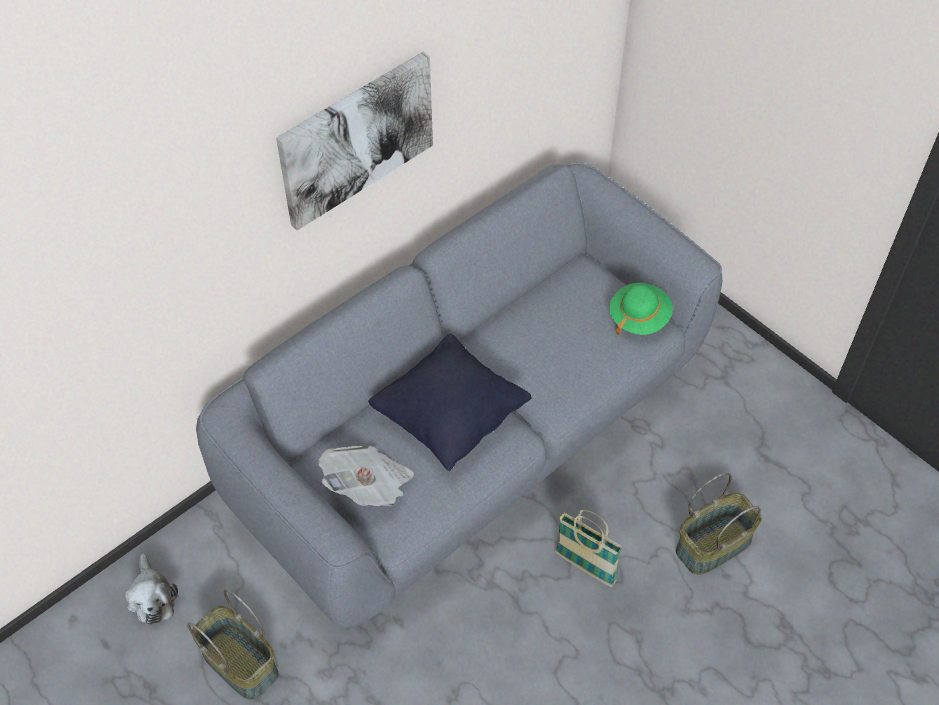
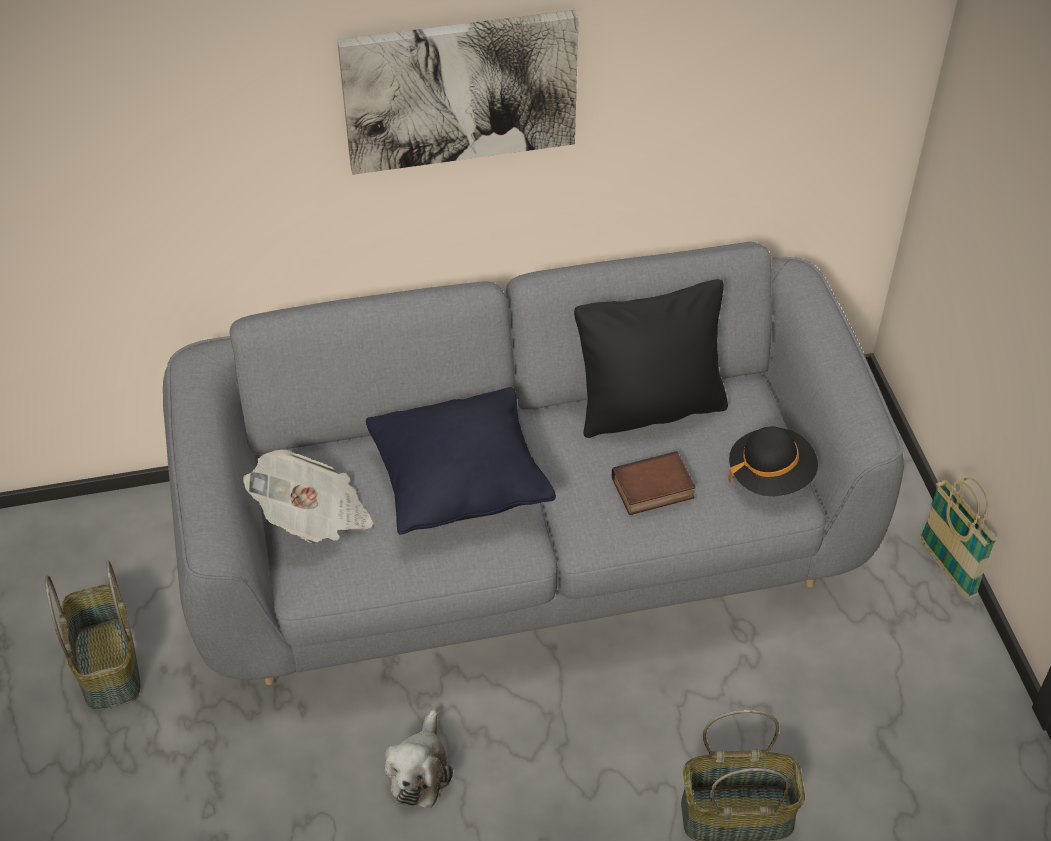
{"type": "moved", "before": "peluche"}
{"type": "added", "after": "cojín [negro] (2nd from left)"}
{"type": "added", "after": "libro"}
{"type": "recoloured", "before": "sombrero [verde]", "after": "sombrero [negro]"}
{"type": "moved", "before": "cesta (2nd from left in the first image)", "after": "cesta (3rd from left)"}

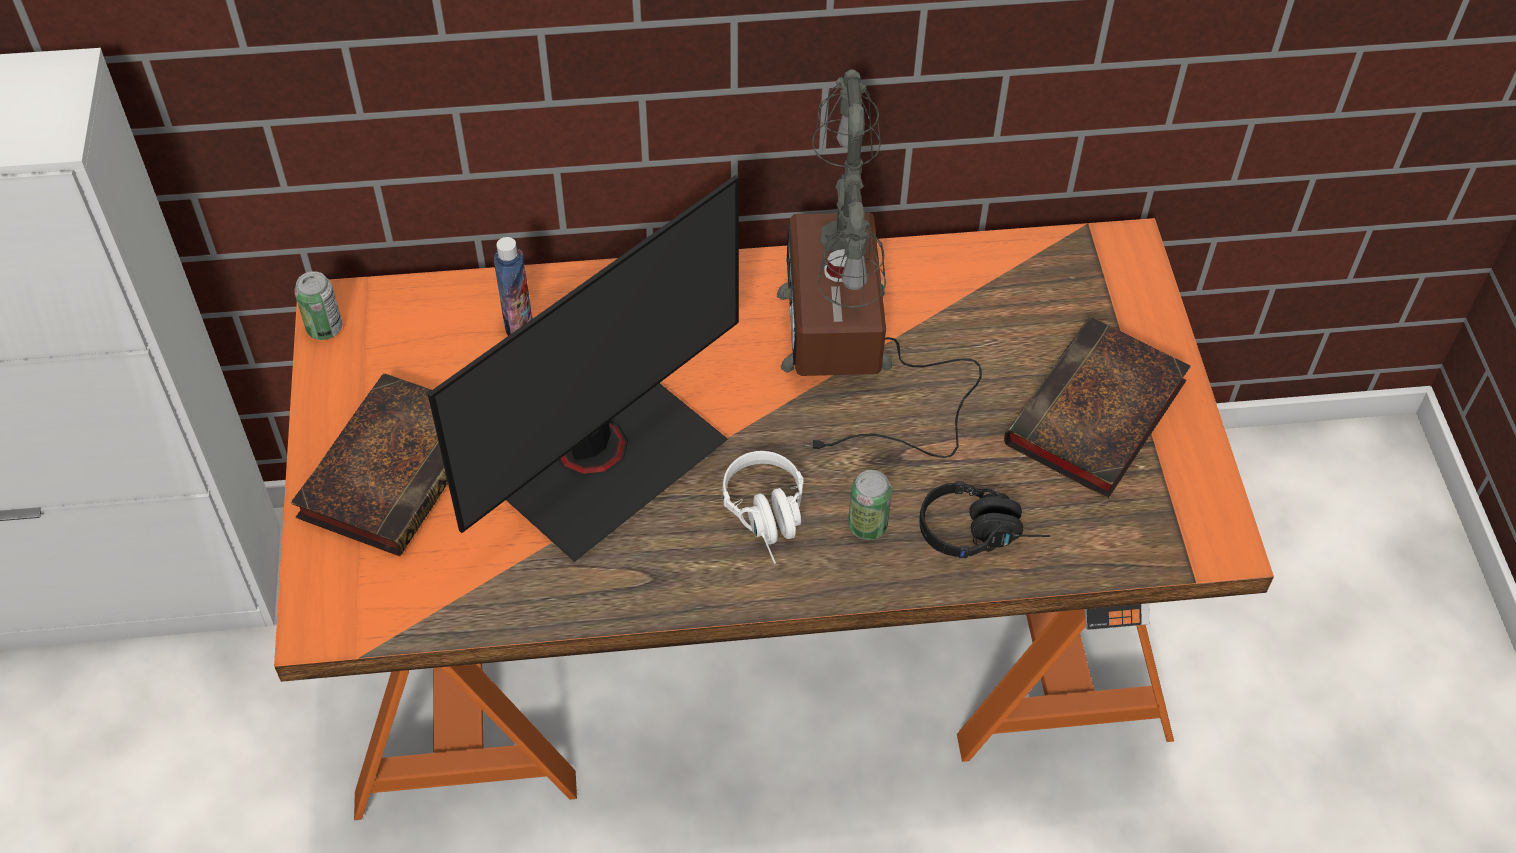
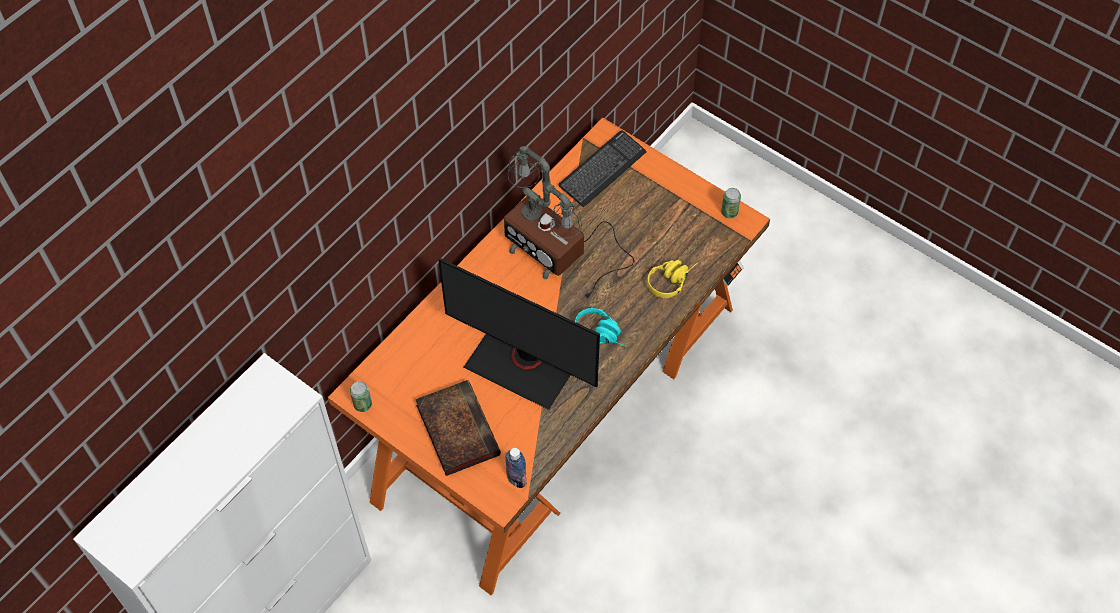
{"type": "turned", "before": "monitor", "turn": 120}
{"type": "moved", "before": "botella"}
{"type": "added", "after": "teclado"}
{"type": "recoloured", "before": "auriculares [blanco]", "after": "auriculares [turquesa]"}
{"type": "recoloured", "before": "auriculares [negro]", "after": "auriculares [amarillo]"}
{"type": "moved", "before": "lata (2nd from left)"}
{"type": "removed", "before": "libro (2nd from left)"}

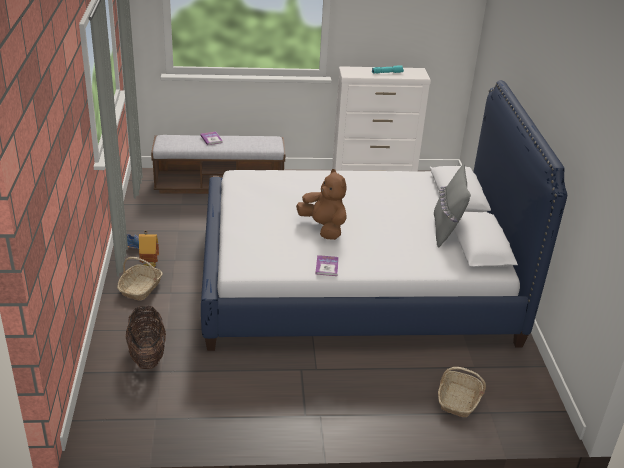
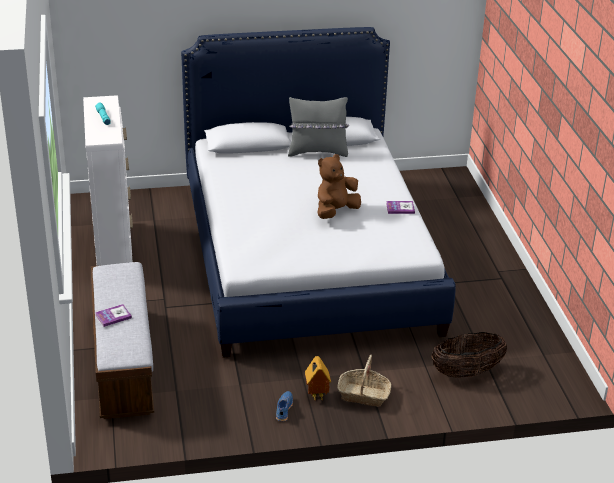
{"type": "removed", "before": "cesta (3rd from left)"}

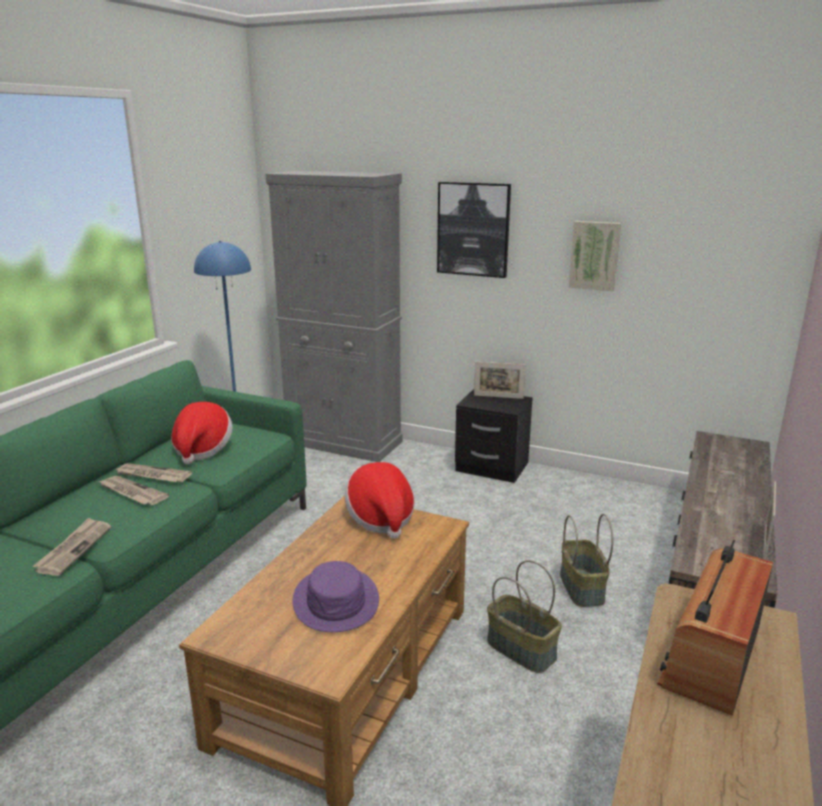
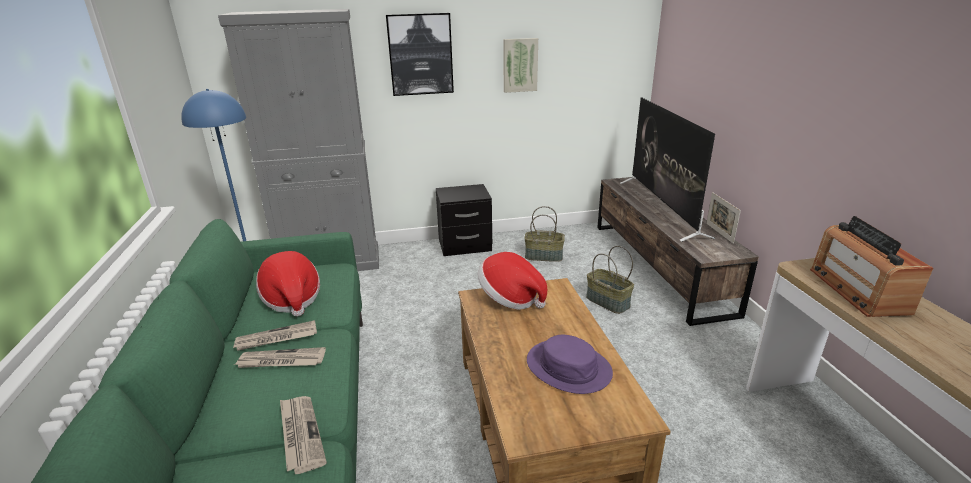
{"type": "moved", "before": "cesta (1st from left)"}
{"type": "added", "after": "televisor"}
{"type": "removed", "before": "portarretratos (1st from left)"}

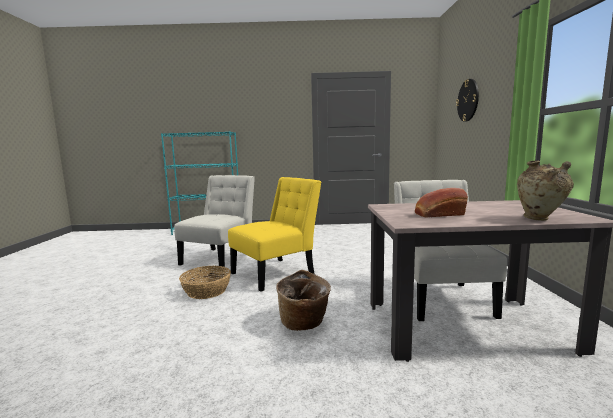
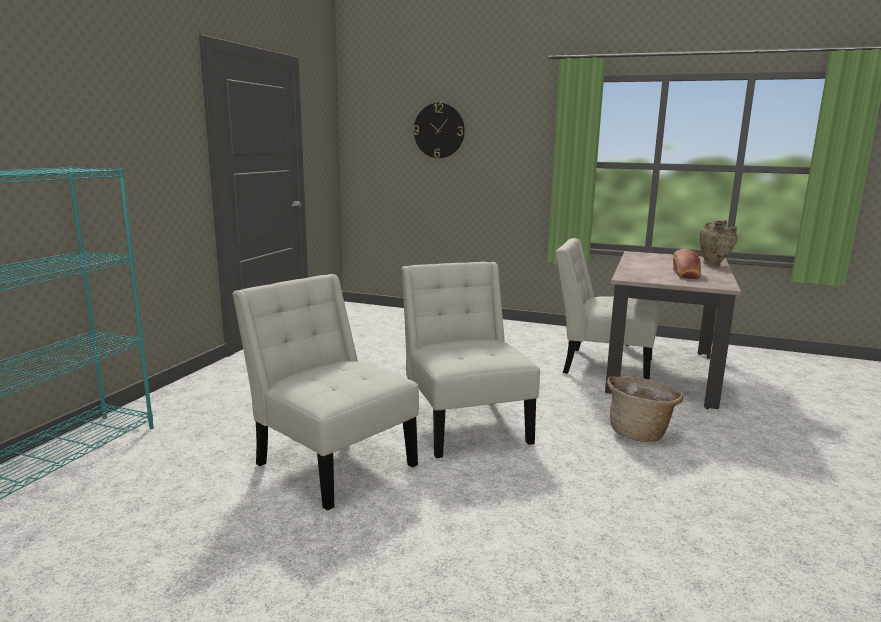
{"type": "recoloured", "before": "silla [amarillo]", "after": "silla [blanco] (2nd from left)"}
{"type": "removed", "before": "cesta (1st from left)"}

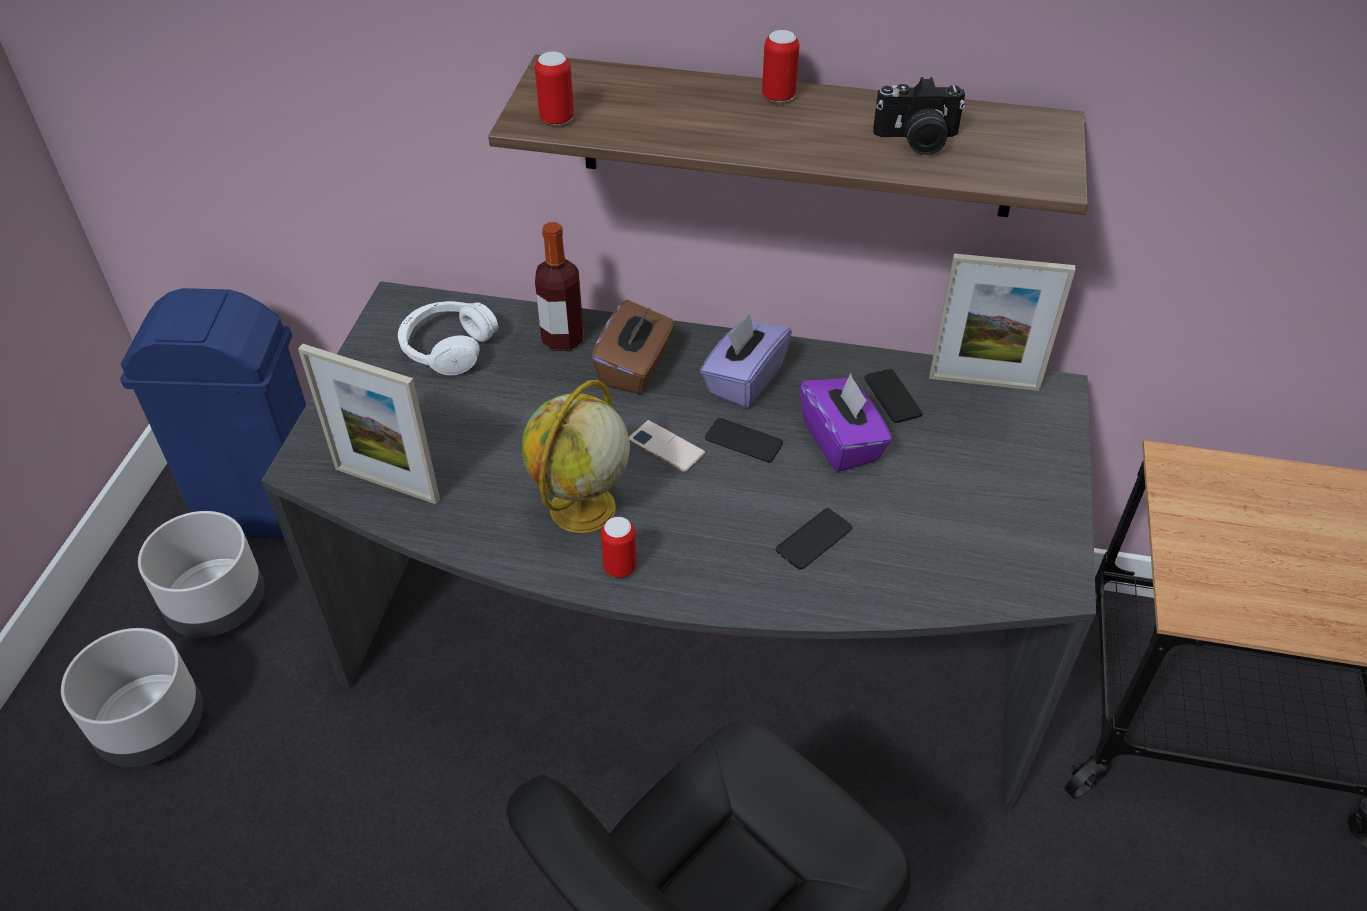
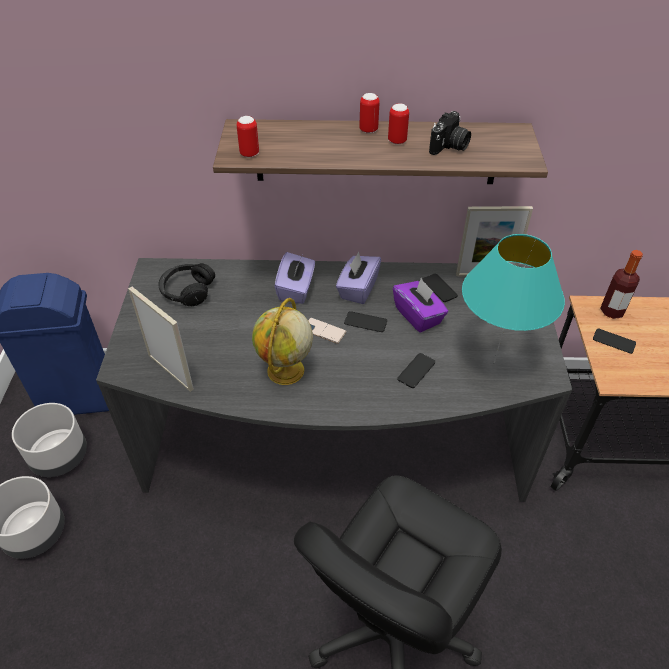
{"type": "turned", "before": "portarretratos (1st from left)", "turn": -150}
{"type": "recoloured", "before": "auriculares [blanco]", "after": "auriculares [negro]"}
{"type": "recoloured", "before": "caja de pañuelos [marrón]", "after": "caja de pañuelos [morado] (1st from left)"}
{"type": "moved", "before": "lata (2nd from left in the first image)", "after": "lata (3rd from left)"}
{"type": "turned", "before": "cámara", "turn": -45}
{"type": "added", "after": "lámpara de mesa [turquesa]"}
{"type": "added", "after": "móvil (5th from left)"}
{"type": "moved", "before": "botella"}

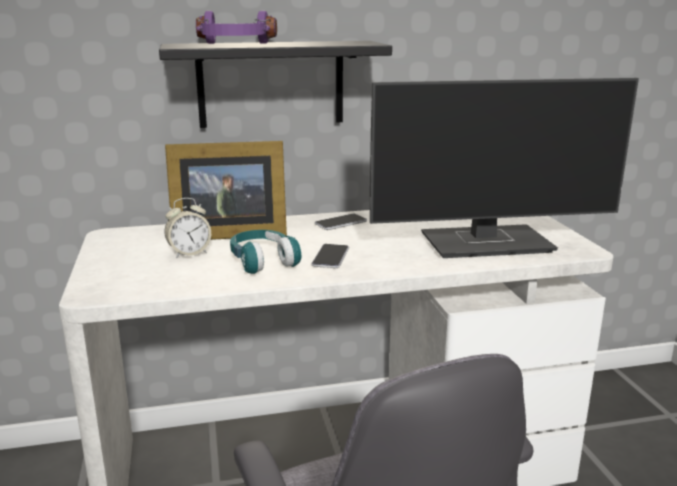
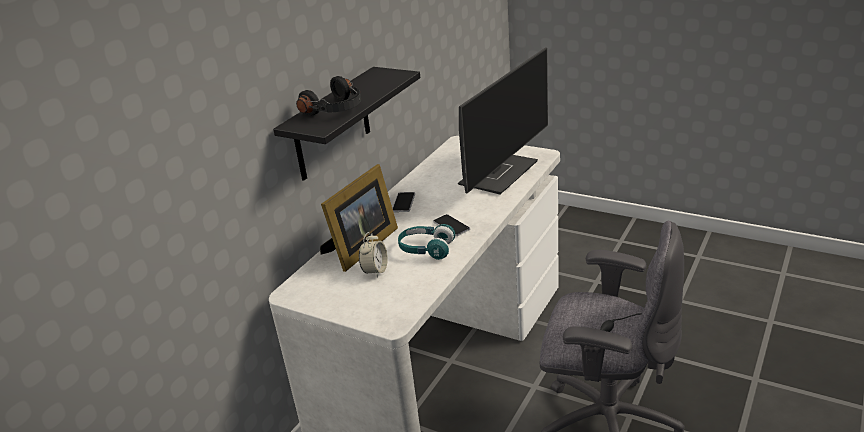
{"type": "recoloured", "before": "auriculares [morado]", "after": "auriculares [negro]"}

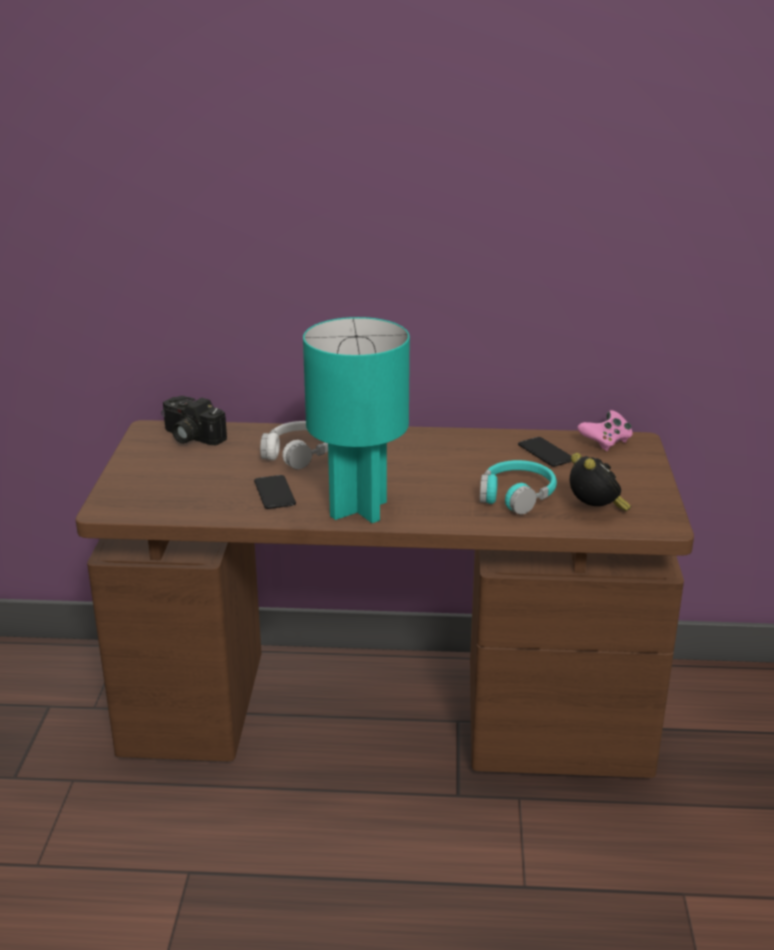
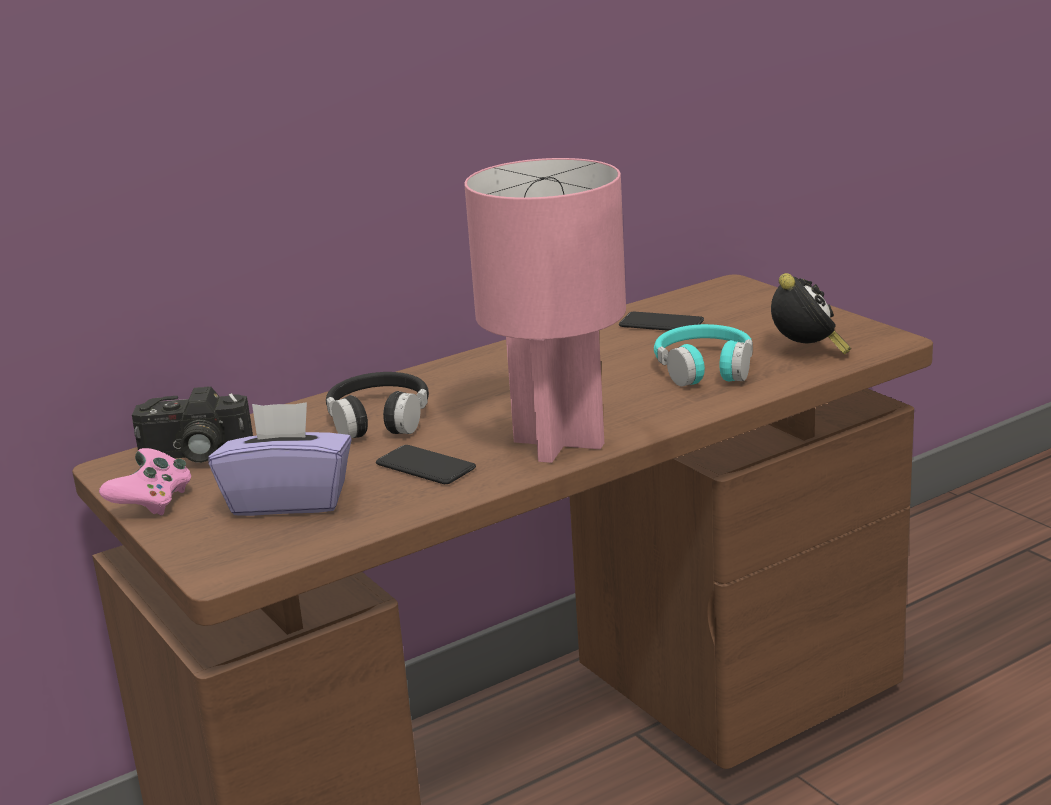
{"type": "moved", "before": "mando de consola [rosa]"}
{"type": "added", "after": "caja de pañuelos [morado]"}
{"type": "recoloured", "before": "auriculares [blanco]", "after": "auriculares [negro]"}
{"type": "recoloured", "before": "lámpara de mesa [turquesa]", "after": "lámpara de mesa [rosa]"}
{"type": "turned", "before": "despertador", "turn": 60}

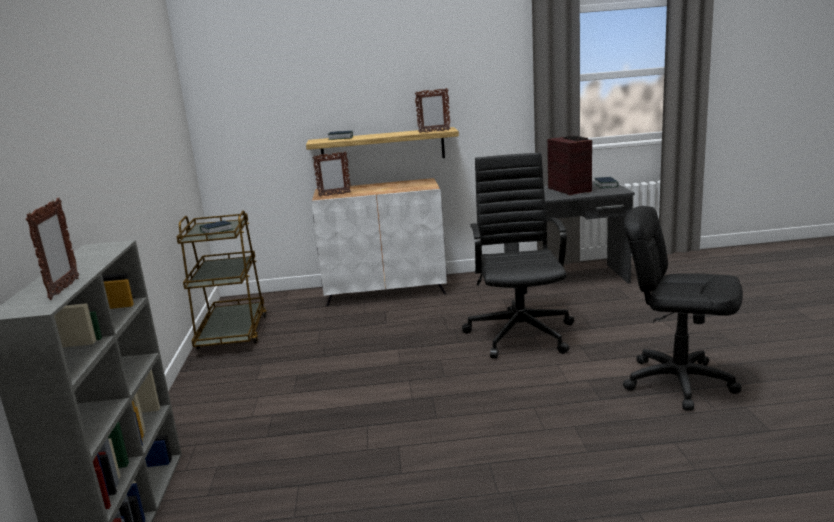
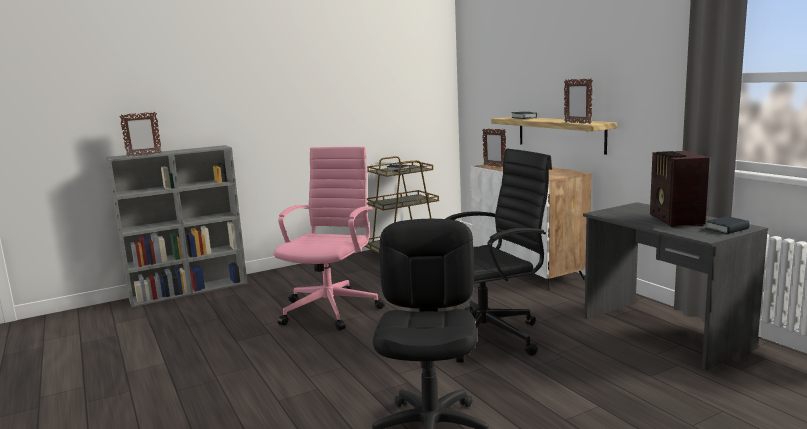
{"type": "added", "after": "silla de oficina [rosa]"}
{"type": "turned", "before": "radio", "turn": 135}

